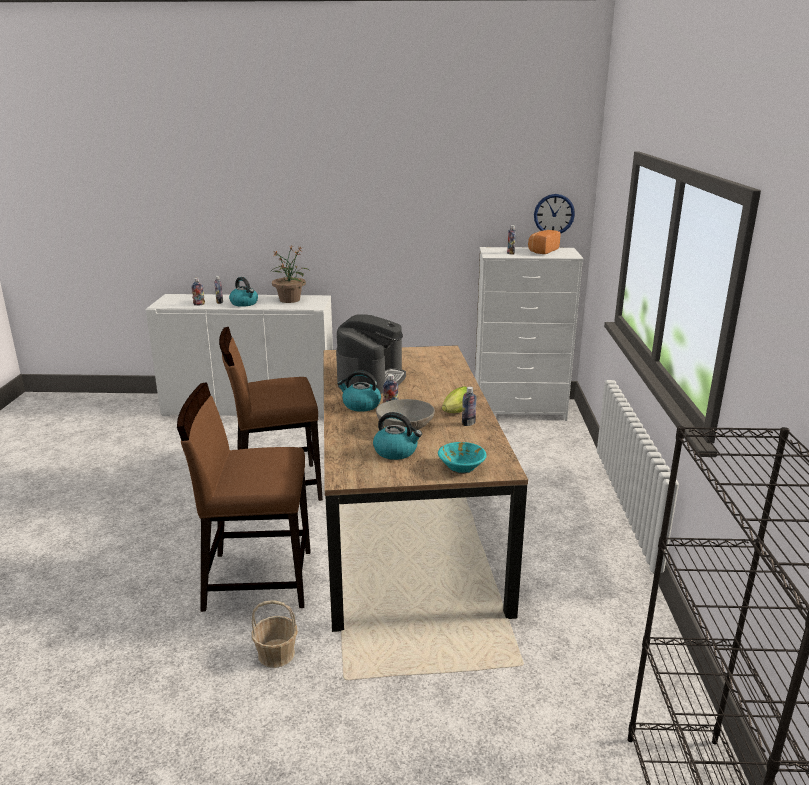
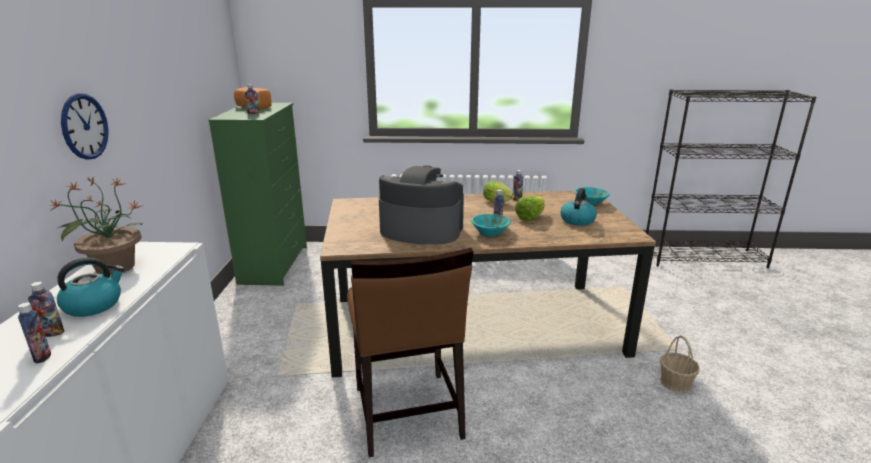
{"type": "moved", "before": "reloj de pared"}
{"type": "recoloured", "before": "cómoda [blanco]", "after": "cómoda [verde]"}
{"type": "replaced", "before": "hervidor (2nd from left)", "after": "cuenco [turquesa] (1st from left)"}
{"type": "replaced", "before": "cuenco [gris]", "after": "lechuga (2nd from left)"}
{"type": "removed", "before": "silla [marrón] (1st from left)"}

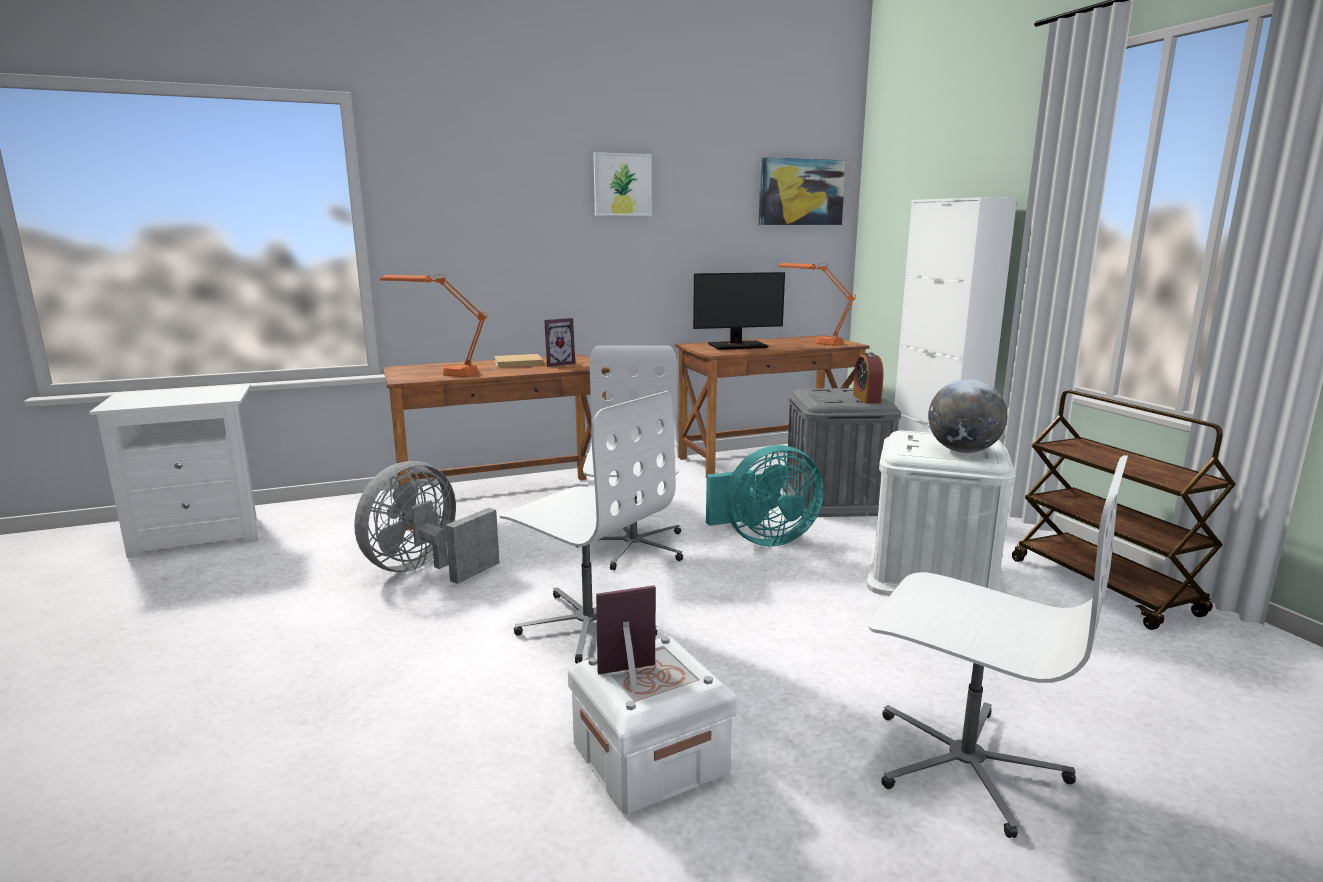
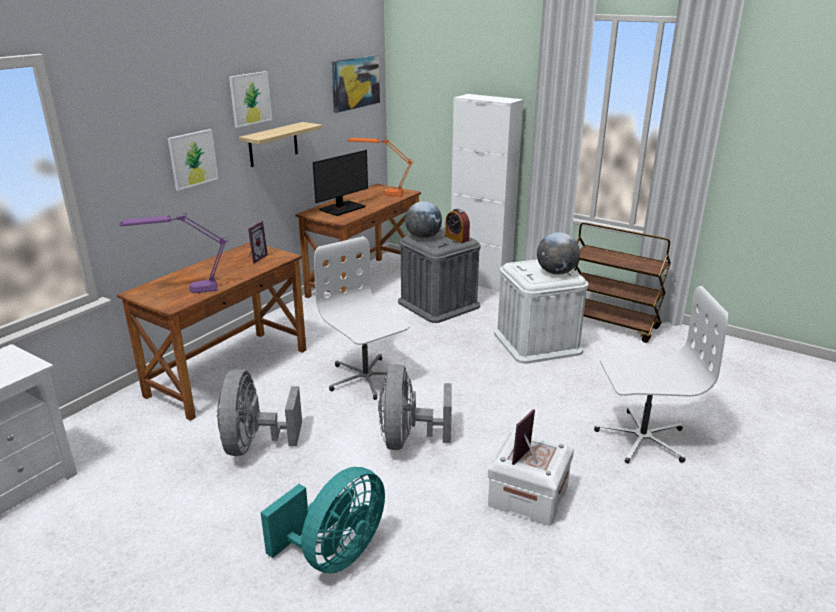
{"type": "recoloured", "before": "lámpara de mesa [naranja] (1st from left)", "after": "lámpara de mesa [morado]"}
{"type": "added", "after": "cuadro (1st from left)"}
{"type": "added", "after": "estante"}
{"type": "moved", "before": "ventilador [turquesa]"}
{"type": "replaced", "before": "silla de oficina [blanco] (1st from left)", "after": "ventilador [gris] (2nd from left)"}
{"type": "added", "after": "globo terráqueo (1st from left)"}
{"type": "removed", "before": "libro [beis]"}

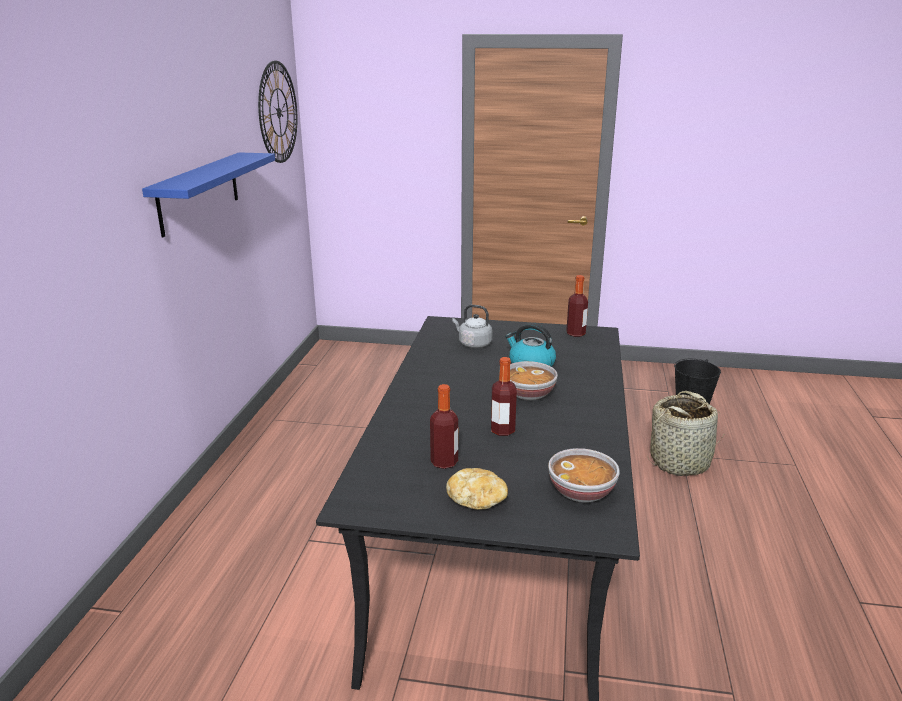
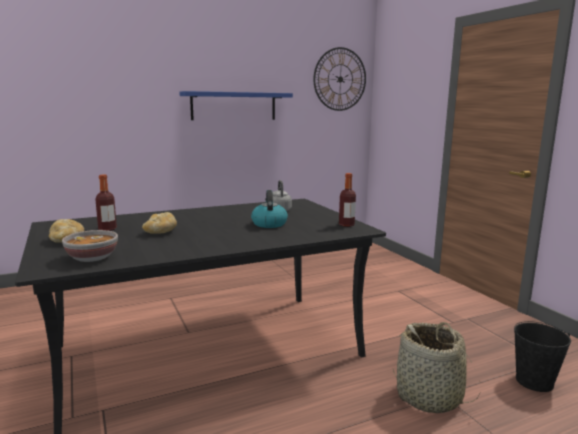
{"type": "replaced", "before": "botella (2nd from left)", "after": "pan (2nd from left)"}
{"type": "removed", "before": "cuenco (1st from left)"}

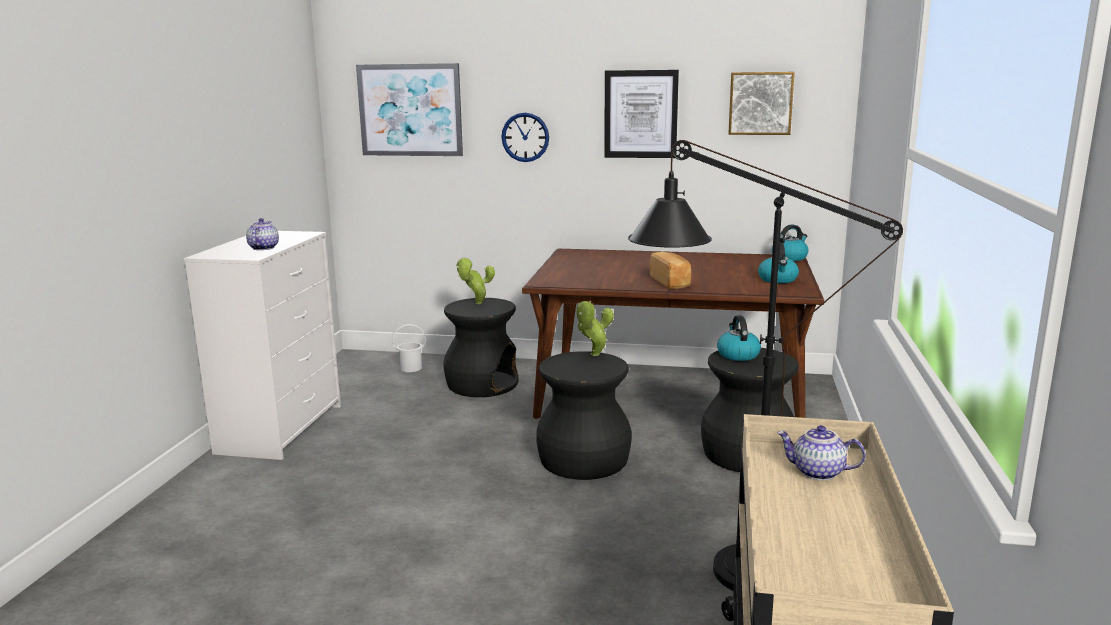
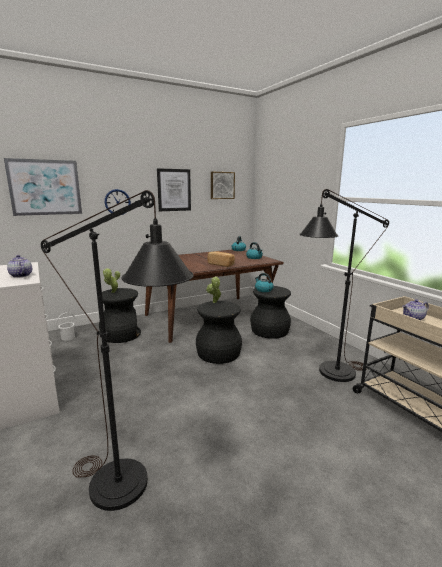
{"type": "added", "after": "lámpara de pie [negro] (1st from left)"}

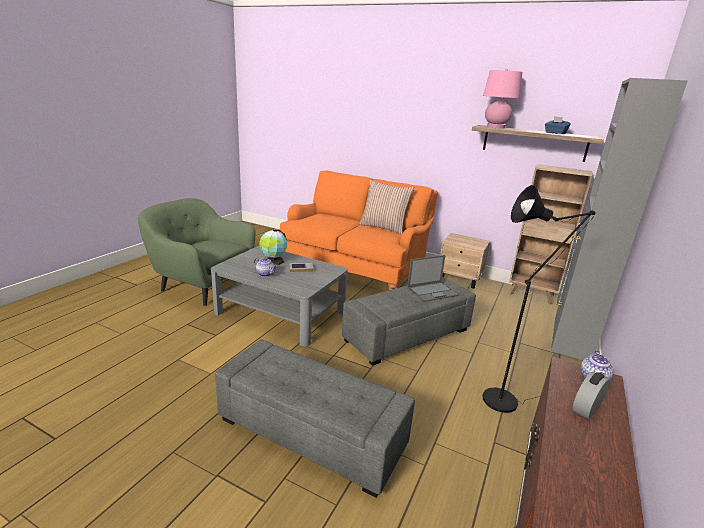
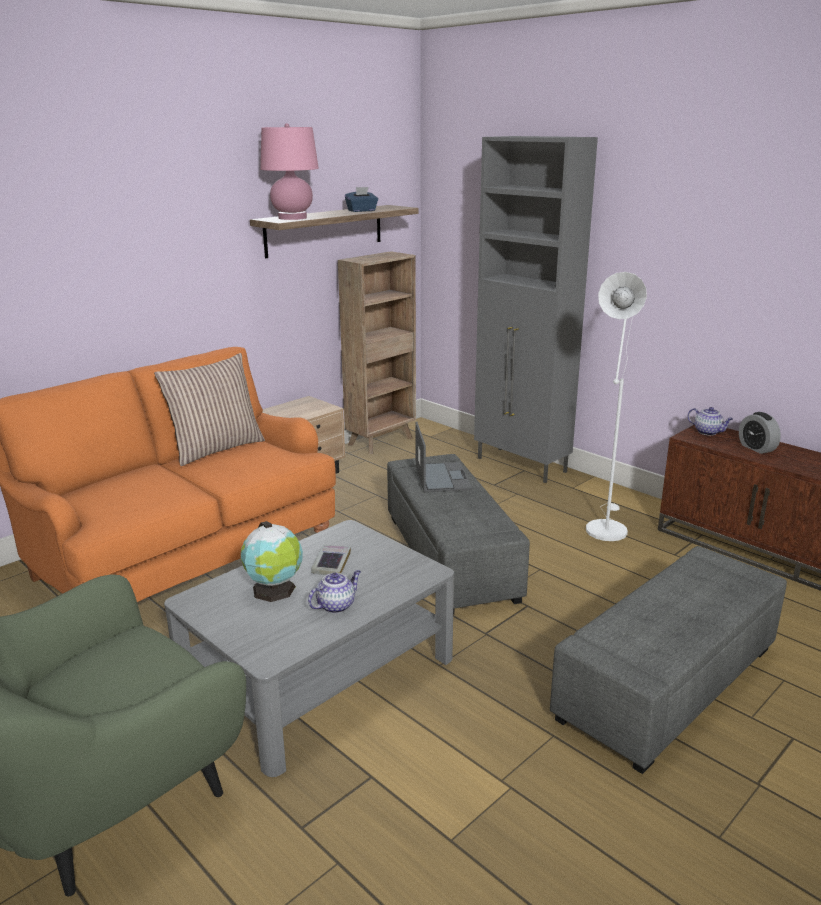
{"type": "recoloured", "before": "lámpara de pie [negro]", "after": "lámpara de pie [blanco]"}

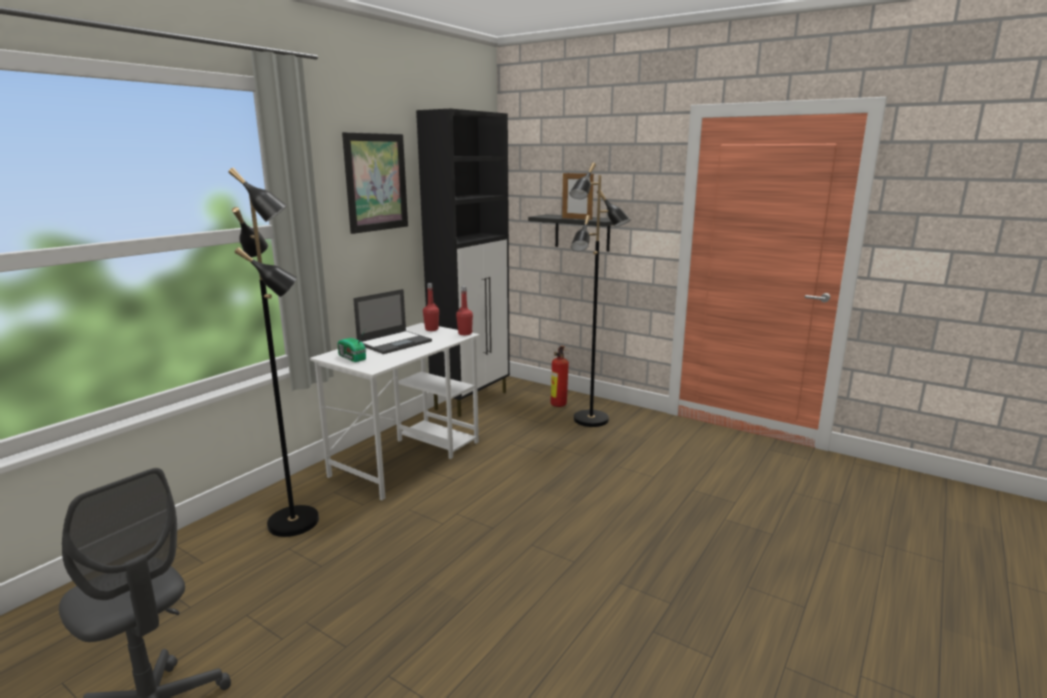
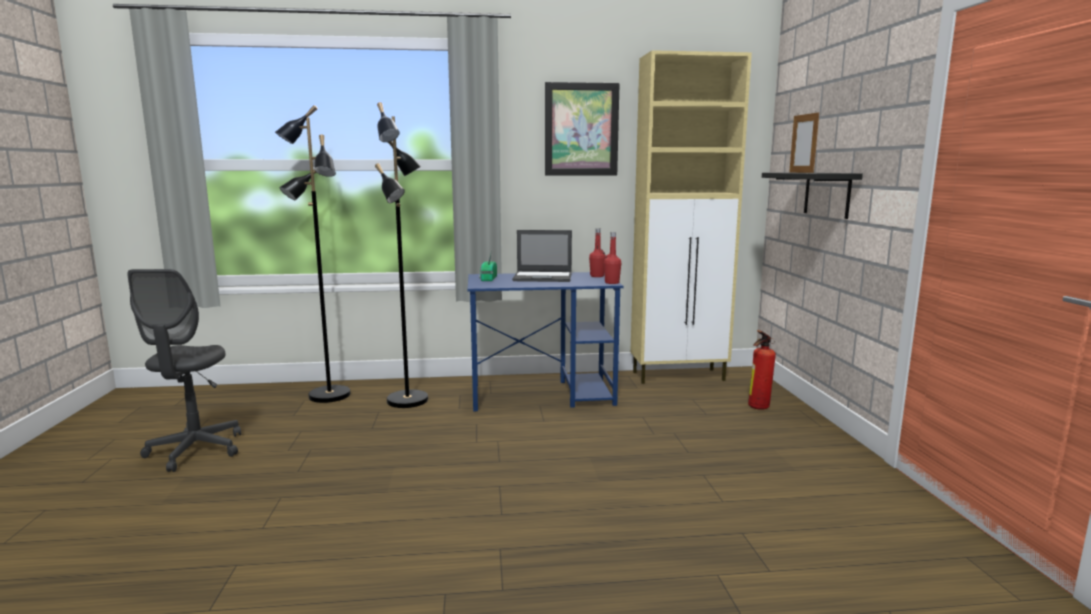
{"type": "moved", "before": "lámpara de pie [negro] (2nd from left in the first image)", "after": "lámpara de pie [negro] (1st from left)"}
{"type": "recoloured", "before": "escritorio [blanco]", "after": "escritorio [azul]"}
{"type": "recoloured", "before": "armario [negro]", "after": "armario [beis]"}

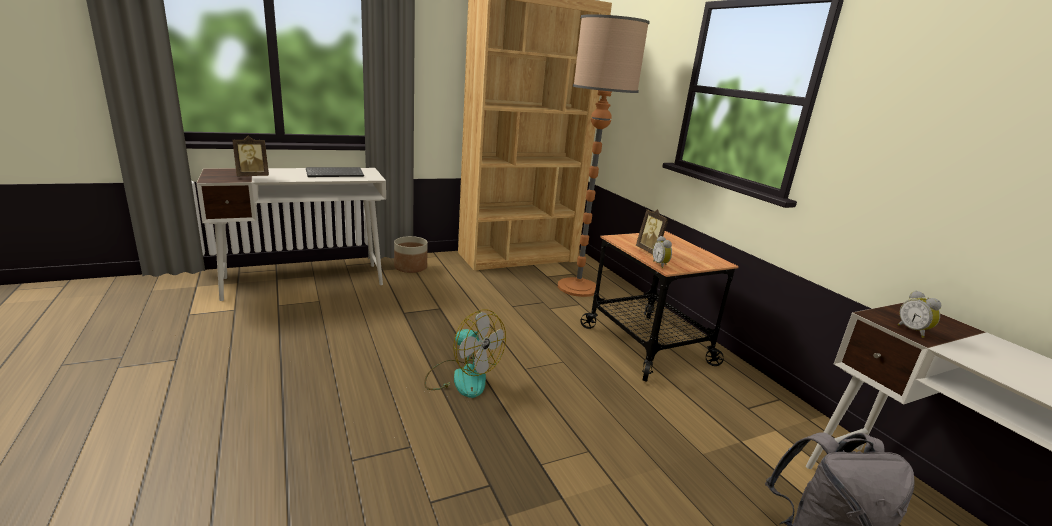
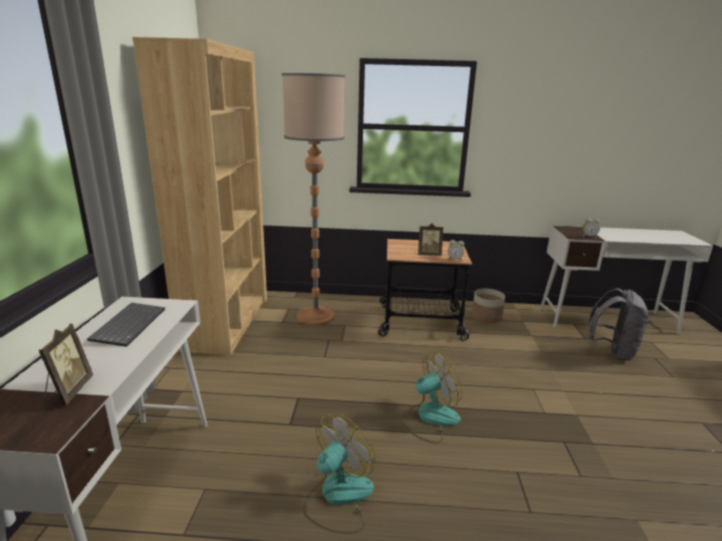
{"type": "added", "after": "ventilador (1st from left)"}
{"type": "moved", "before": "maceta"}

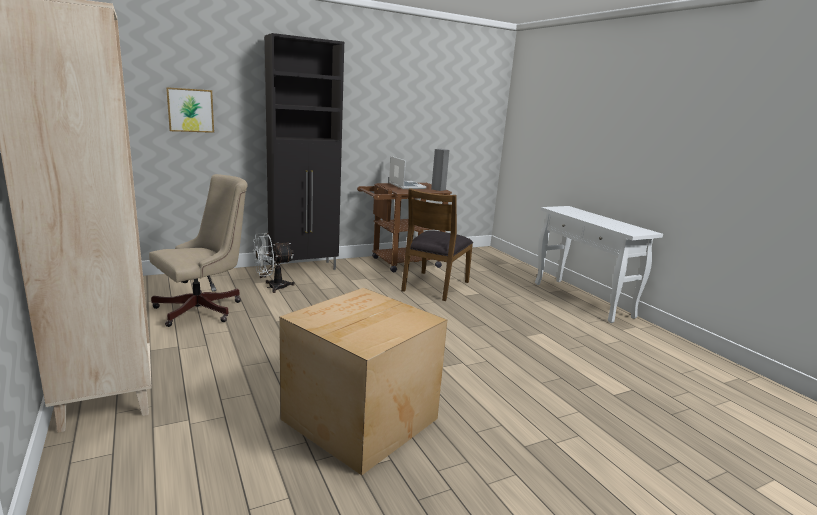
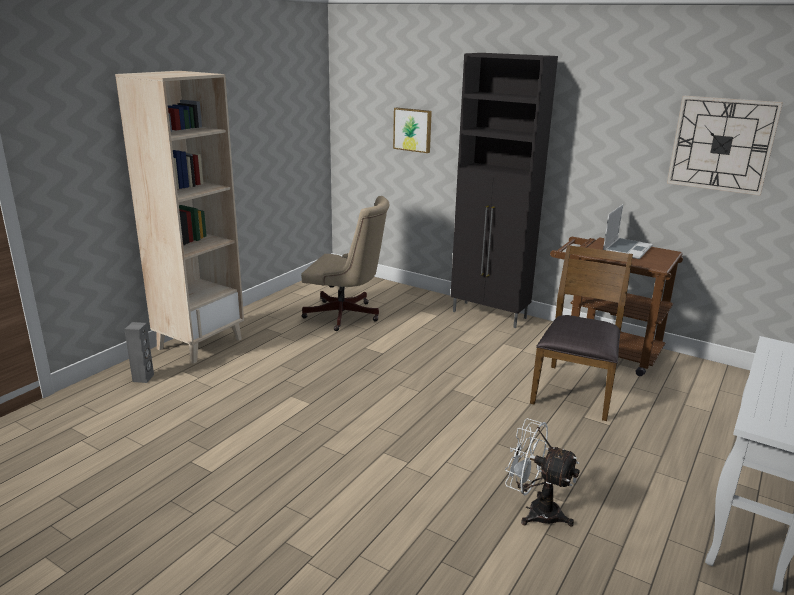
{"type": "moved", "before": "altavoz [gris]"}
{"type": "moved", "before": "ventilador [blanco]"}
{"type": "turned", "before": "silla [marrón]", "turn": 120}
{"type": "added", "after": "reloj de pared"}
{"type": "removed", "before": "caja de cartón"}

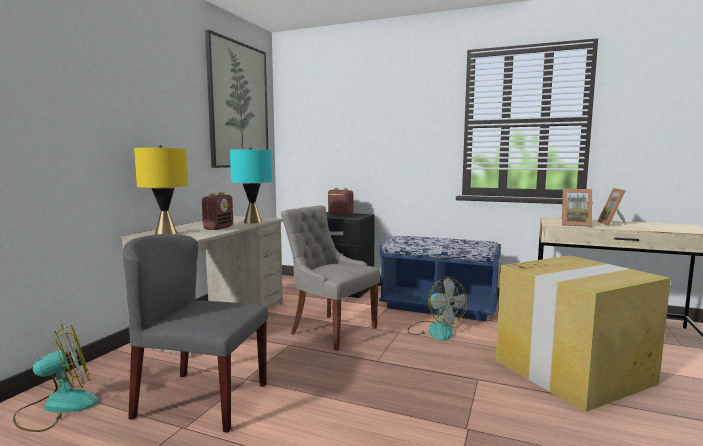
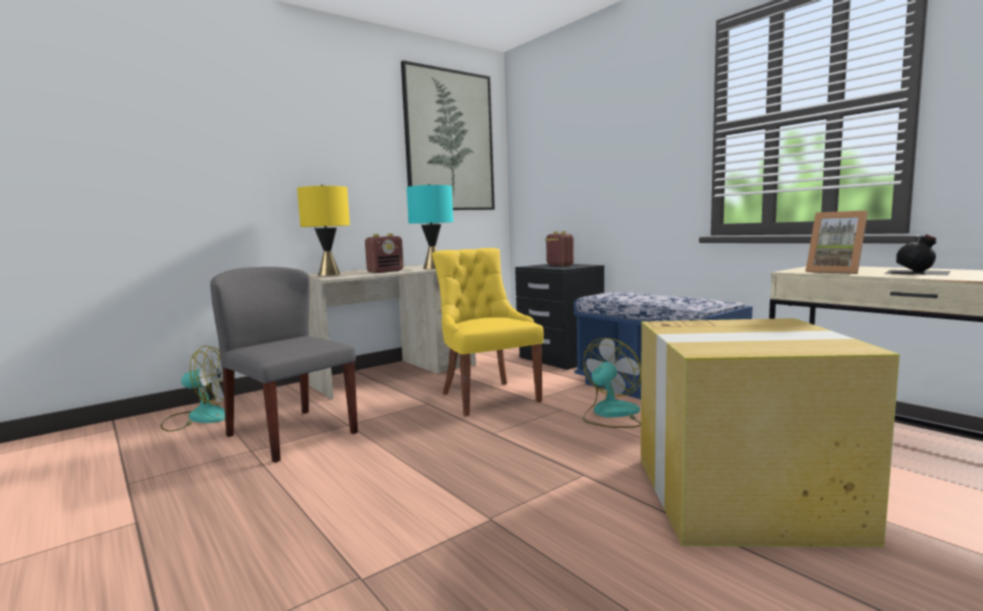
{"type": "recoloured", "before": "silla [gris] (2nd from left)", "after": "silla [amarillo]"}
{"type": "turned", "before": "ventilador (2nd from left)", "turn": -135}
{"type": "replaced", "before": "portarretratos (2nd from left)", "after": "botella [negro]"}

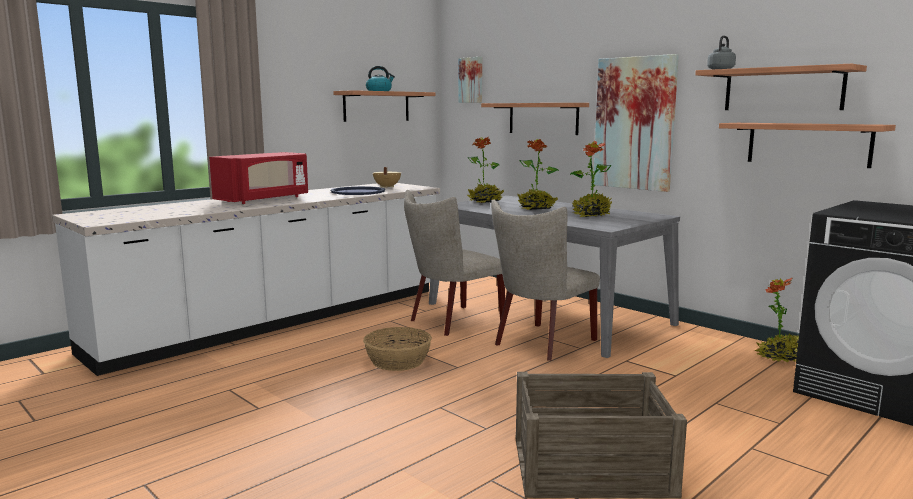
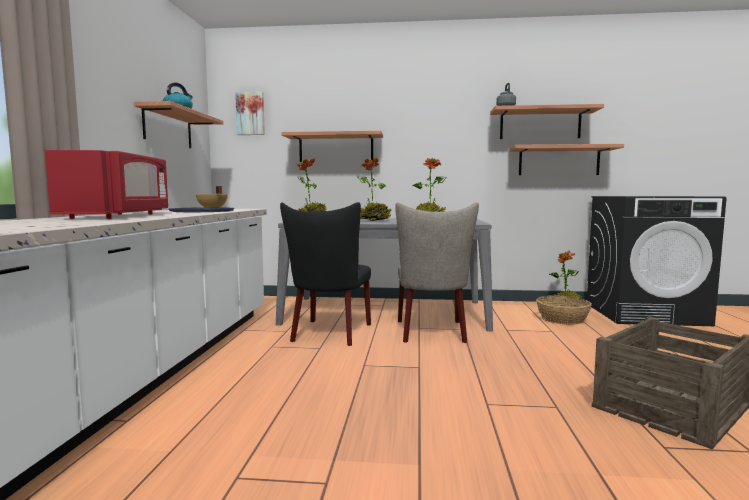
{"type": "recoloured", "before": "silla [beis] (1st from left)", "after": "silla [negro]"}
{"type": "moved", "before": "cesta"}
{"type": "removed", "before": "cuadro (2nd from left)"}

